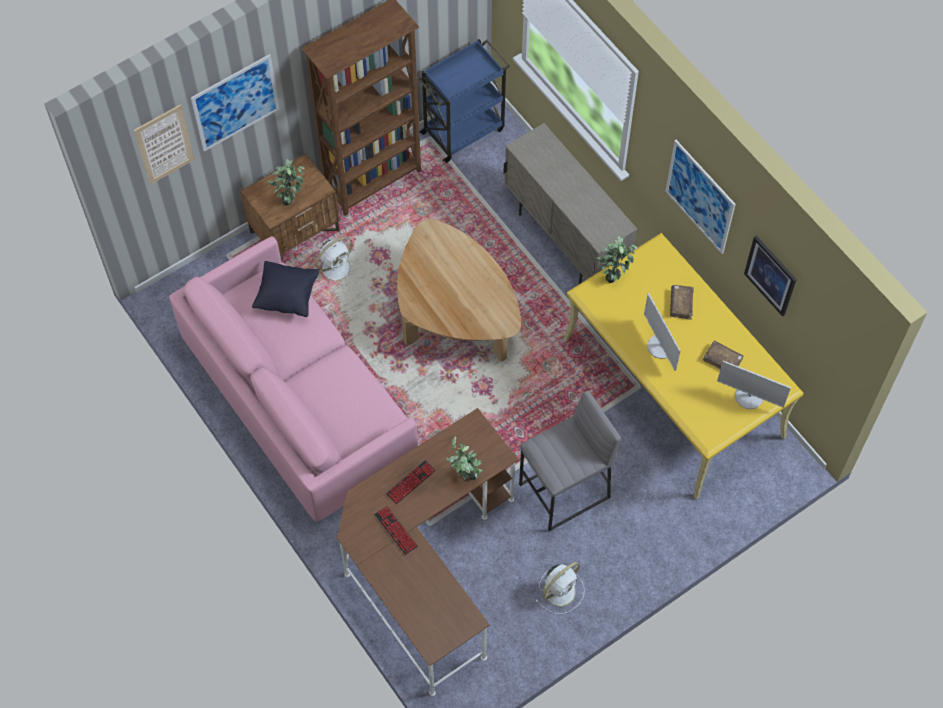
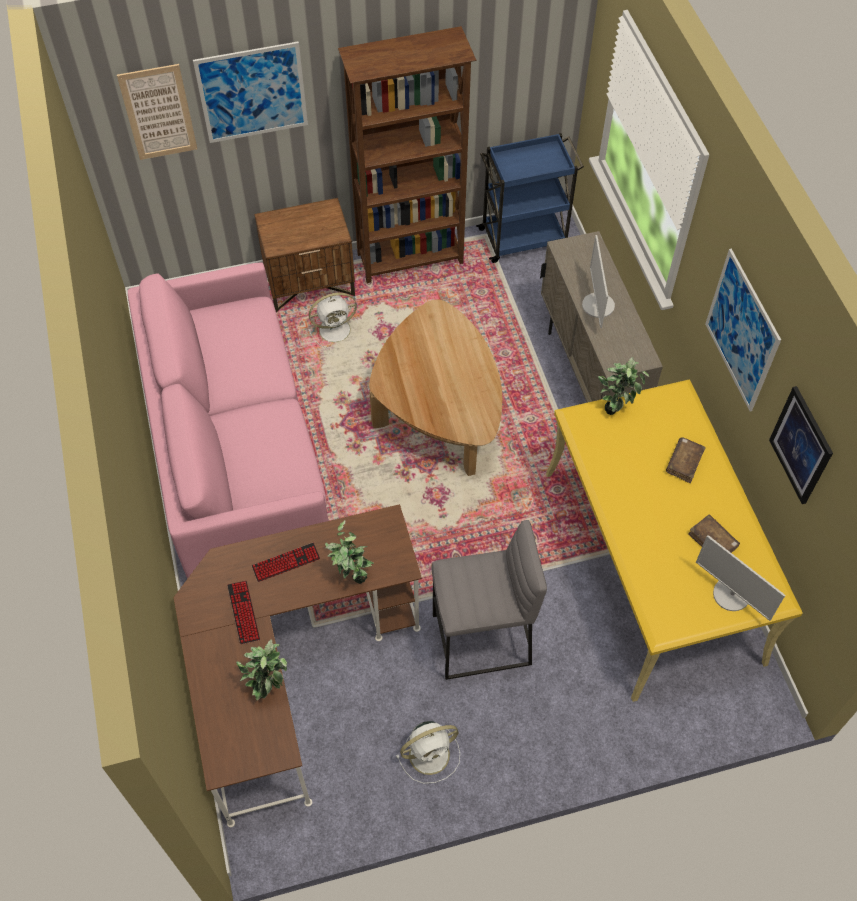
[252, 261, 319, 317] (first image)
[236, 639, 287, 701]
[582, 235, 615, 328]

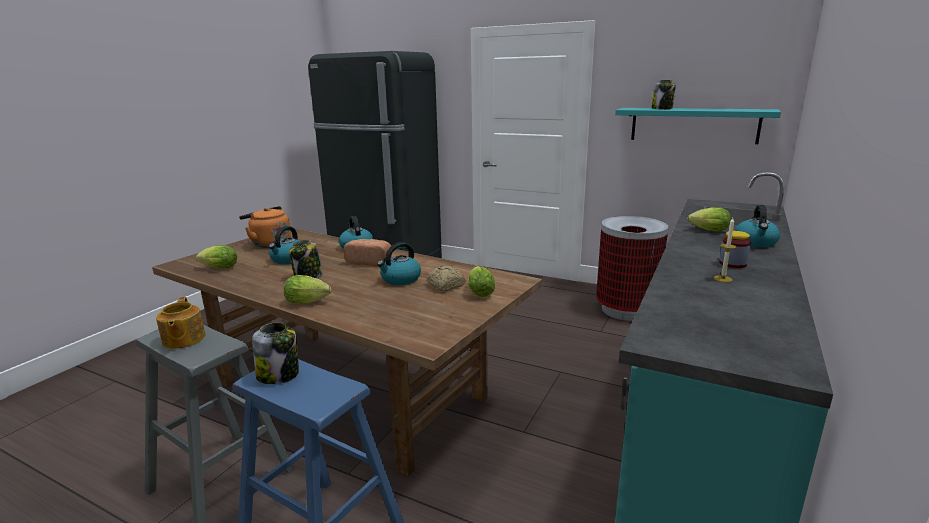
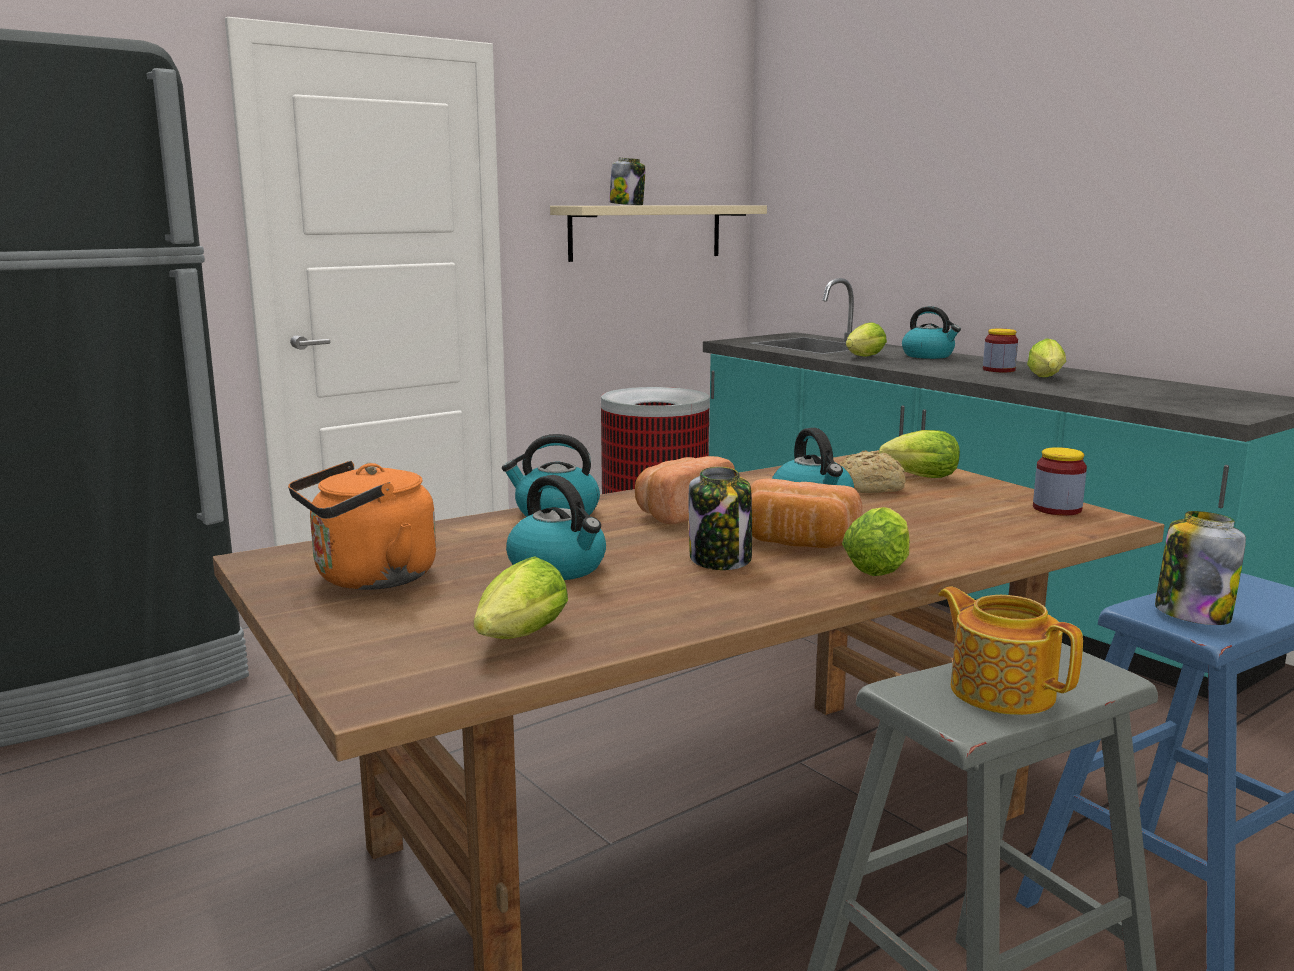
[751, 479, 862, 548]
[1033, 447, 1087, 516]
[1027, 338, 1066, 377]
[550, 205, 767, 262]
[938, 586, 1083, 715]

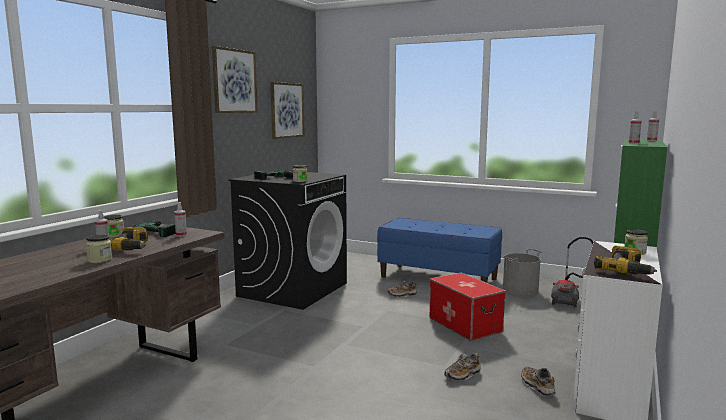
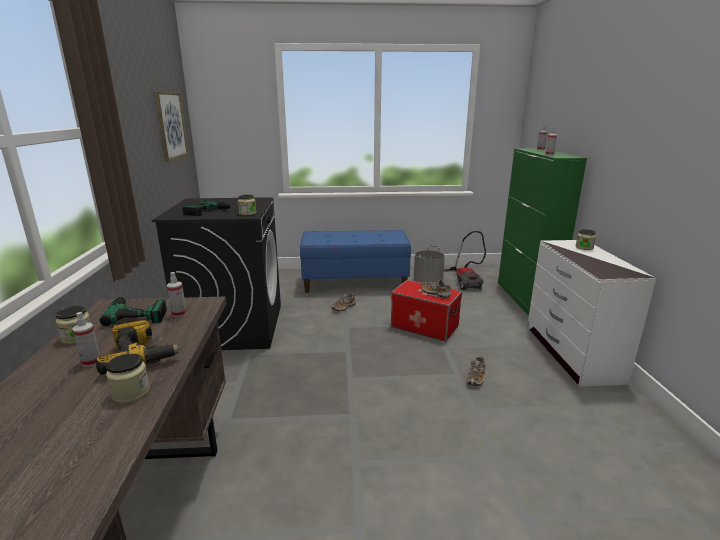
[212, 46, 258, 113] (first image)
[594, 246, 657, 275] (first image)
[421, 280, 451, 299]

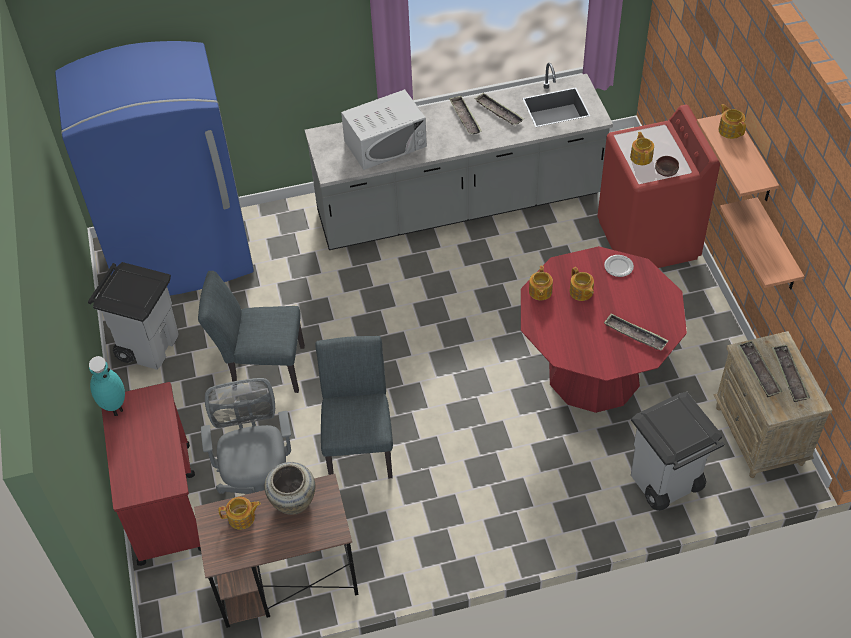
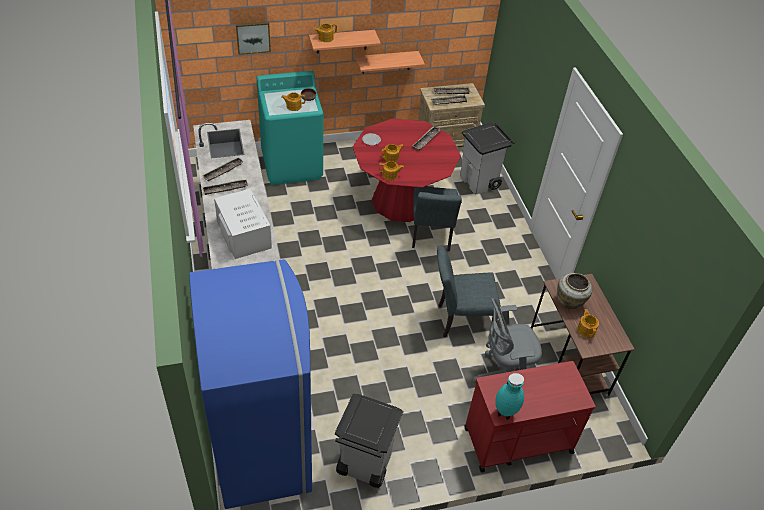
[236, 21, 271, 55]
[412, 187, 462, 251]
[256, 71, 323, 185]

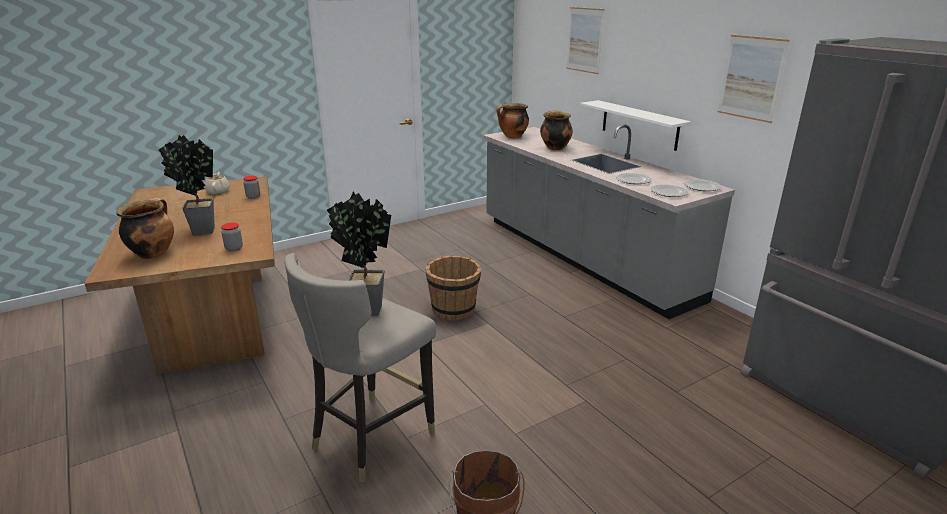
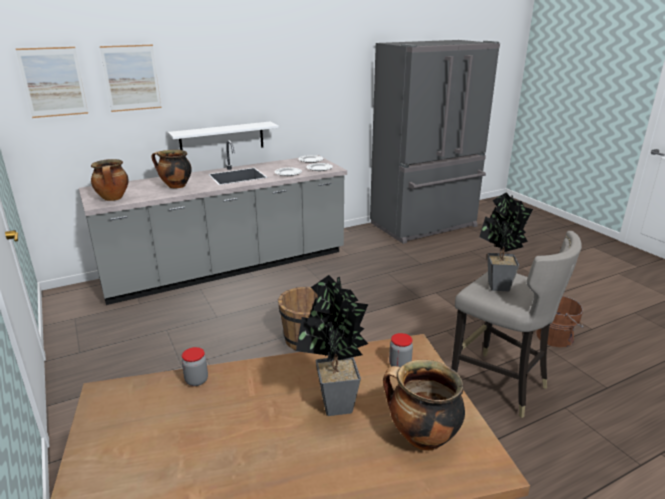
[205, 172, 230, 194] (first image)
[16, 47, 88, 118]

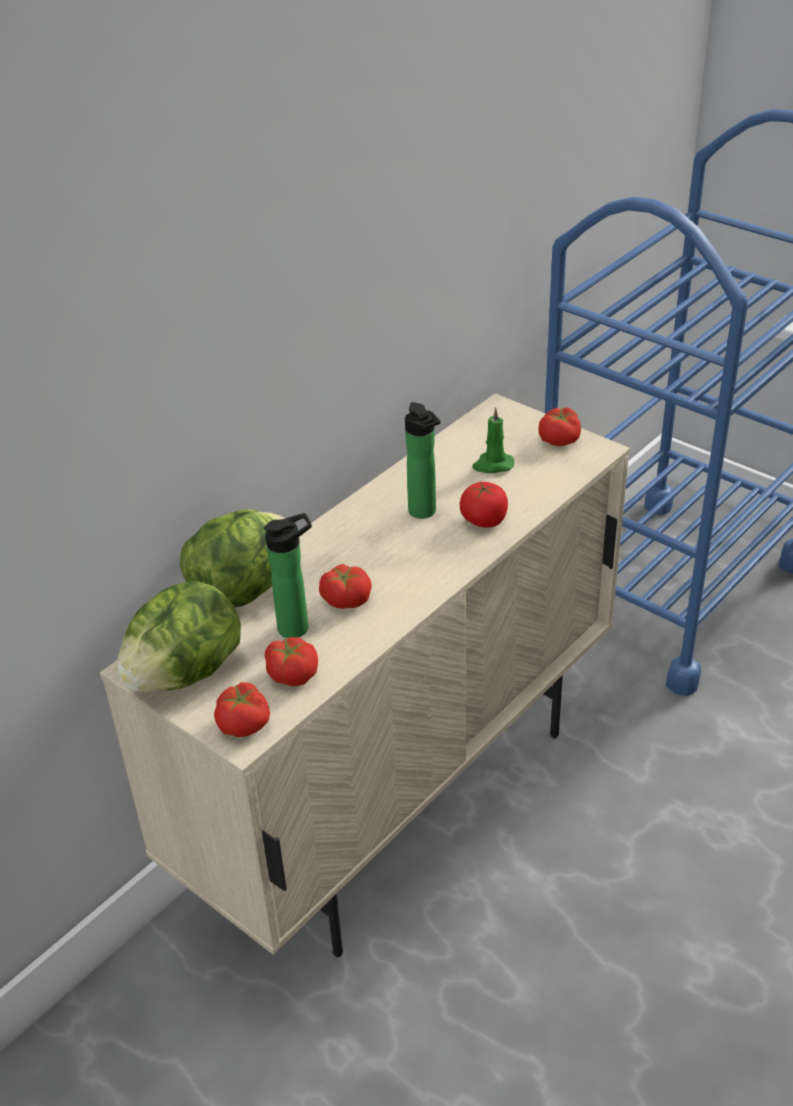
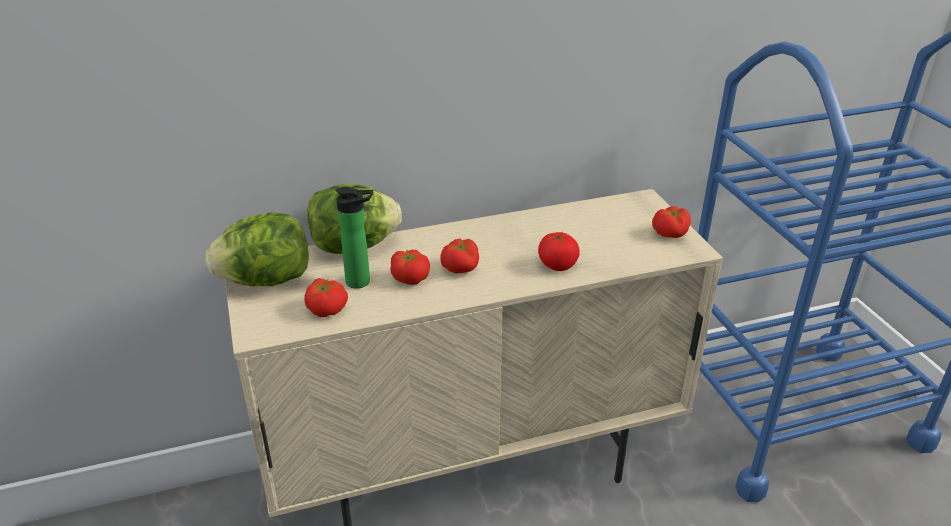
[405, 402, 440, 519] (first image)
[472, 407, 514, 473] (first image)
[440, 239, 479, 273]

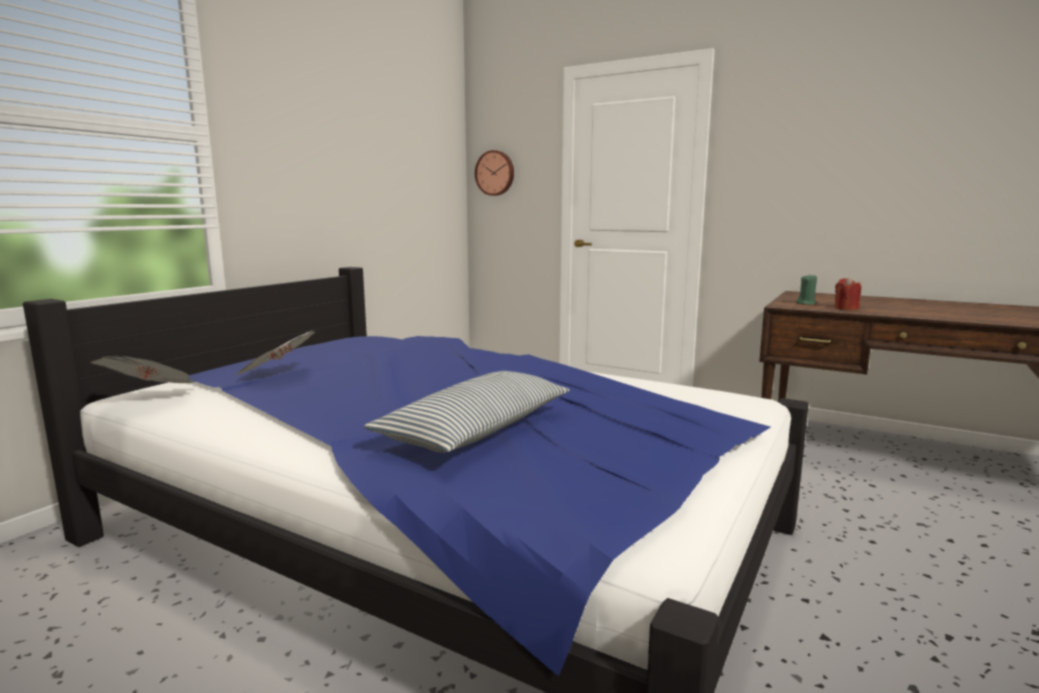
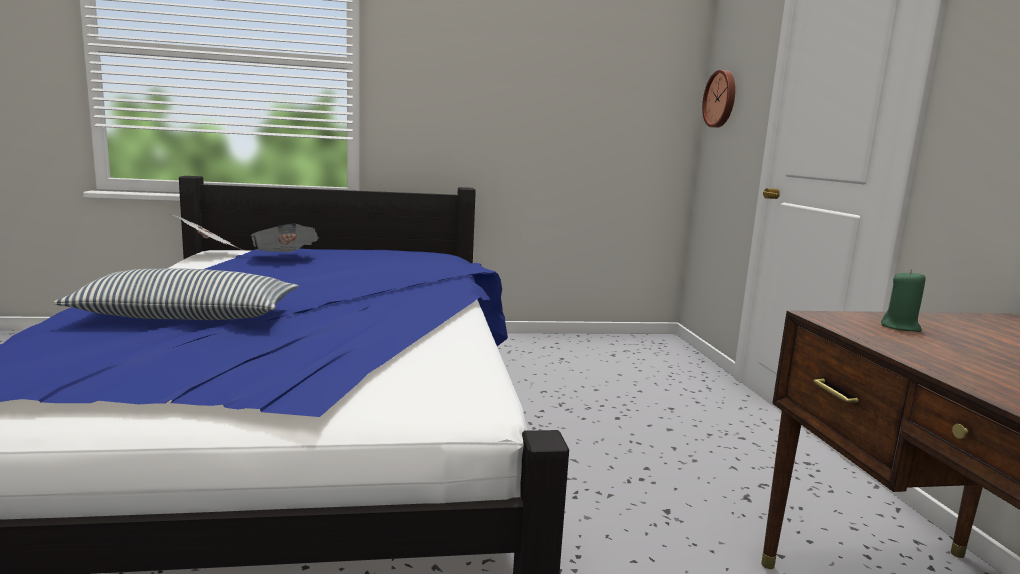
[834, 277, 861, 310] (first image)

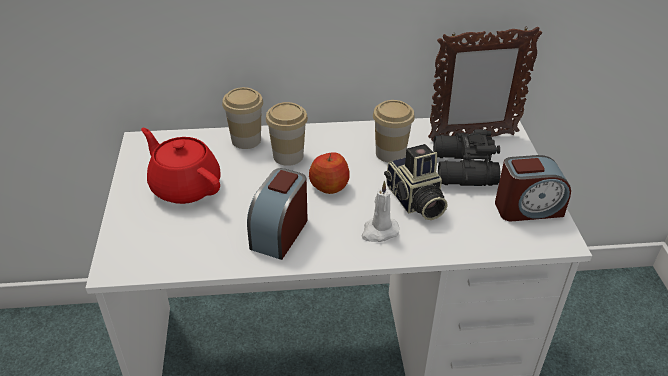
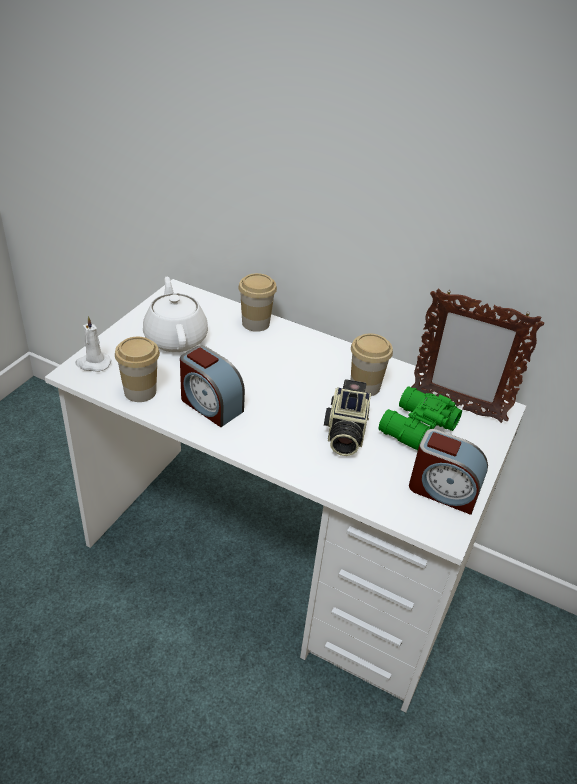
[309, 152, 350, 194] (first image)
[115, 337, 160, 402]
[75, 316, 112, 372]
[143, 277, 208, 352]
[379, 387, 462, 450]
[180, 346, 245, 427]

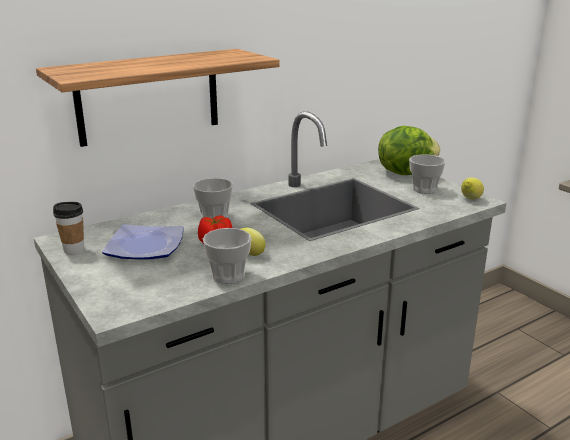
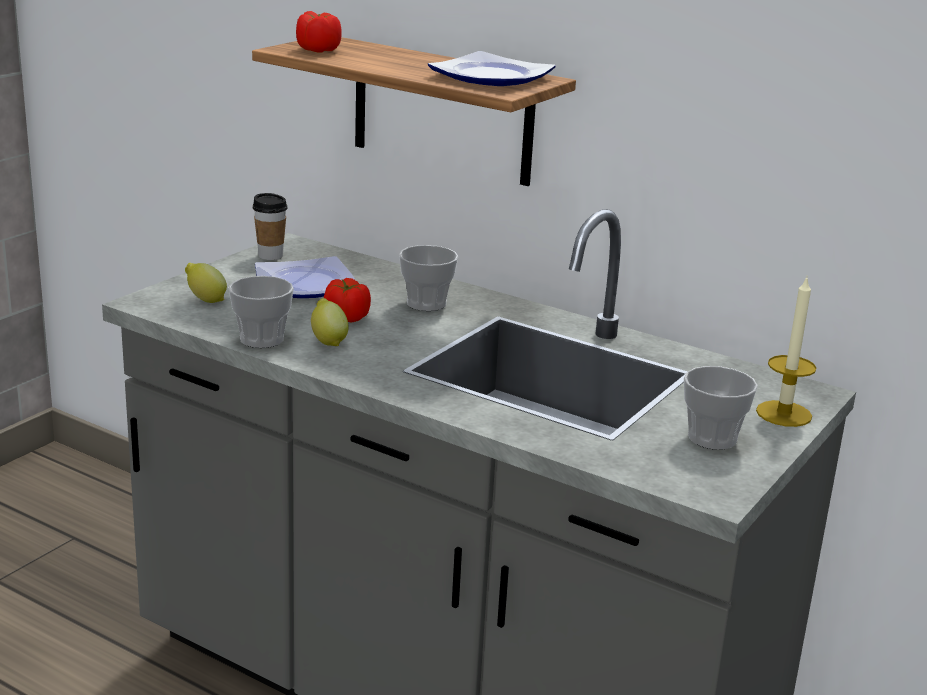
[296, 11, 342, 53]
[428, 51, 556, 86]
[185, 263, 227, 303]
[756, 277, 816, 427]

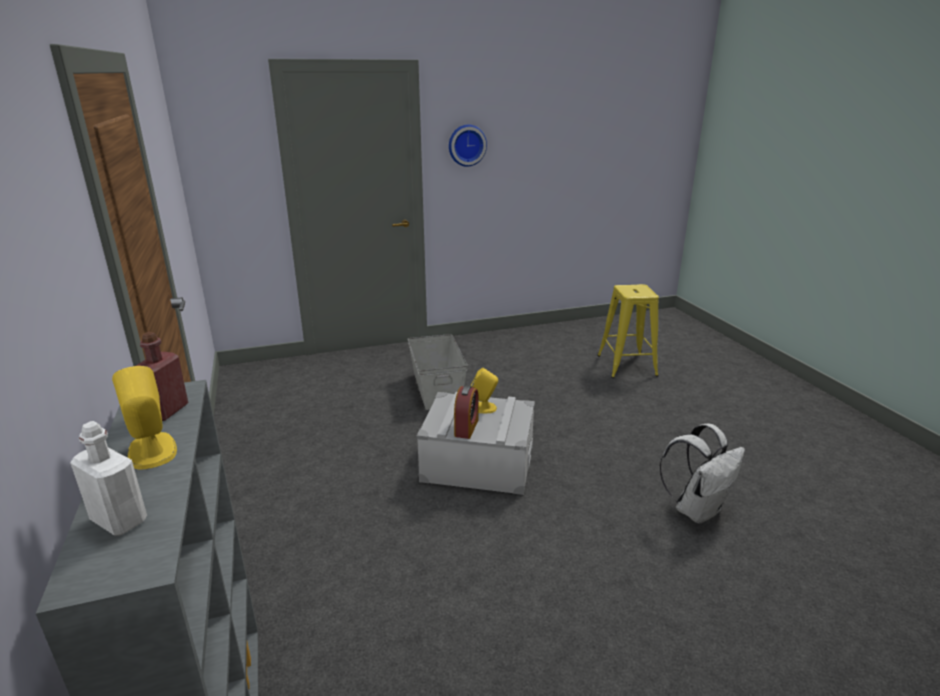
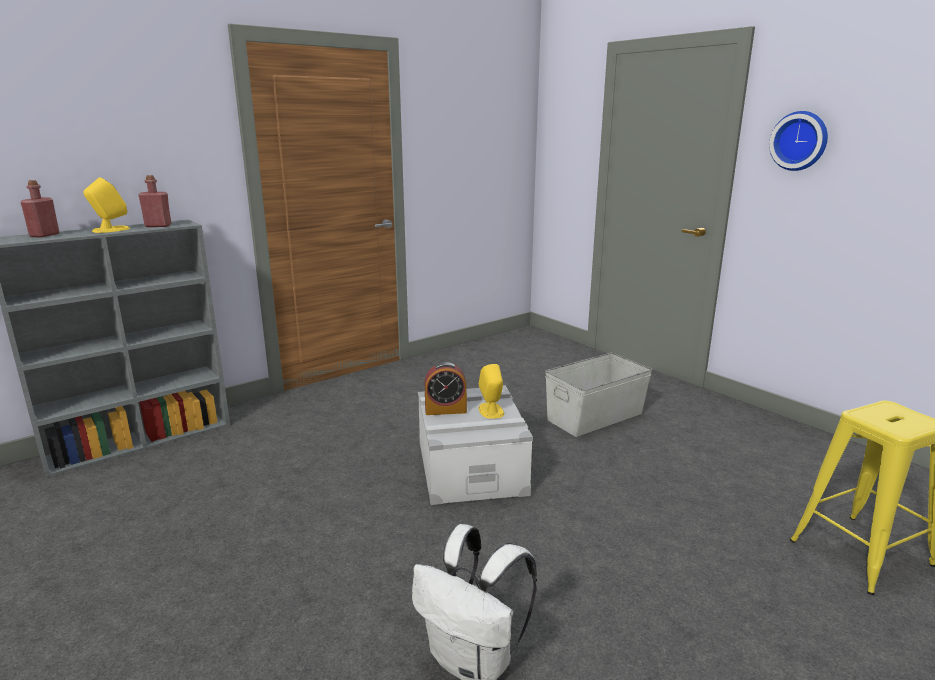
[21, 180, 59, 237]

